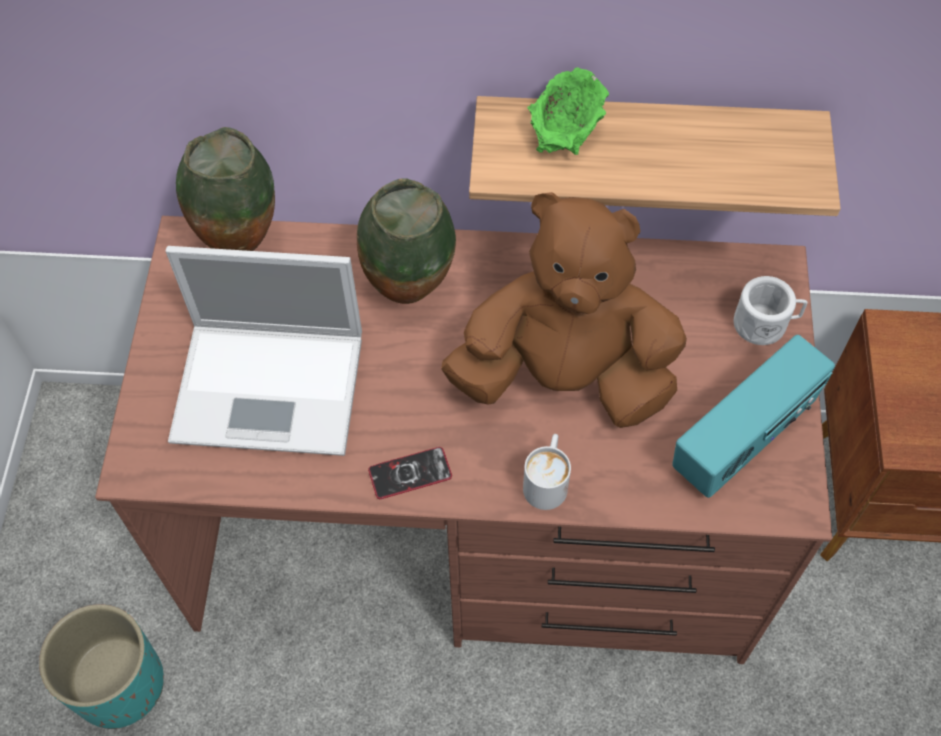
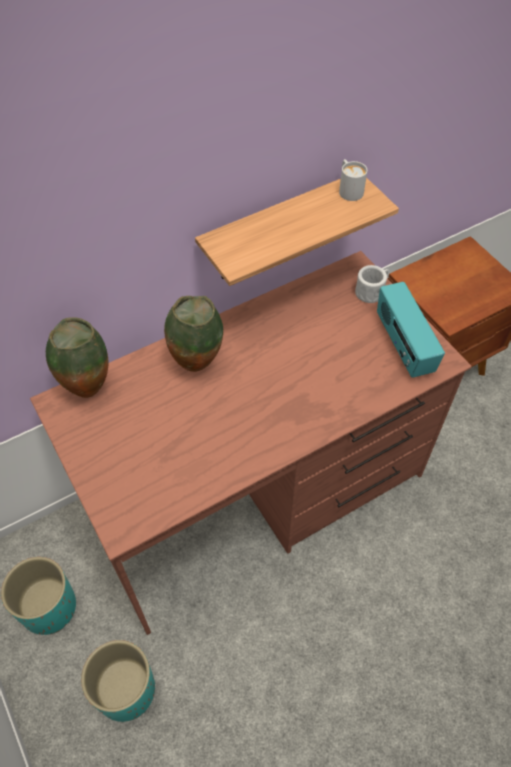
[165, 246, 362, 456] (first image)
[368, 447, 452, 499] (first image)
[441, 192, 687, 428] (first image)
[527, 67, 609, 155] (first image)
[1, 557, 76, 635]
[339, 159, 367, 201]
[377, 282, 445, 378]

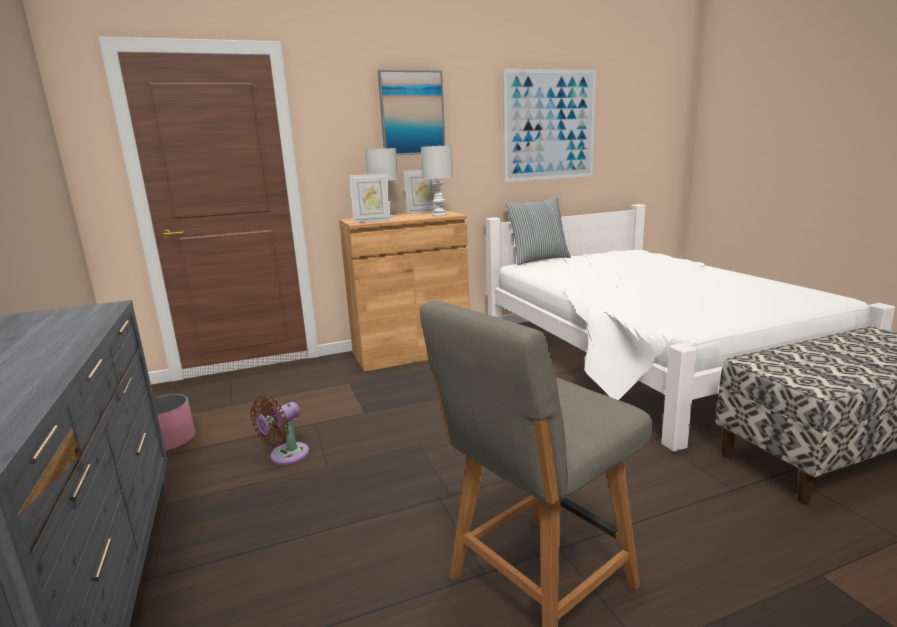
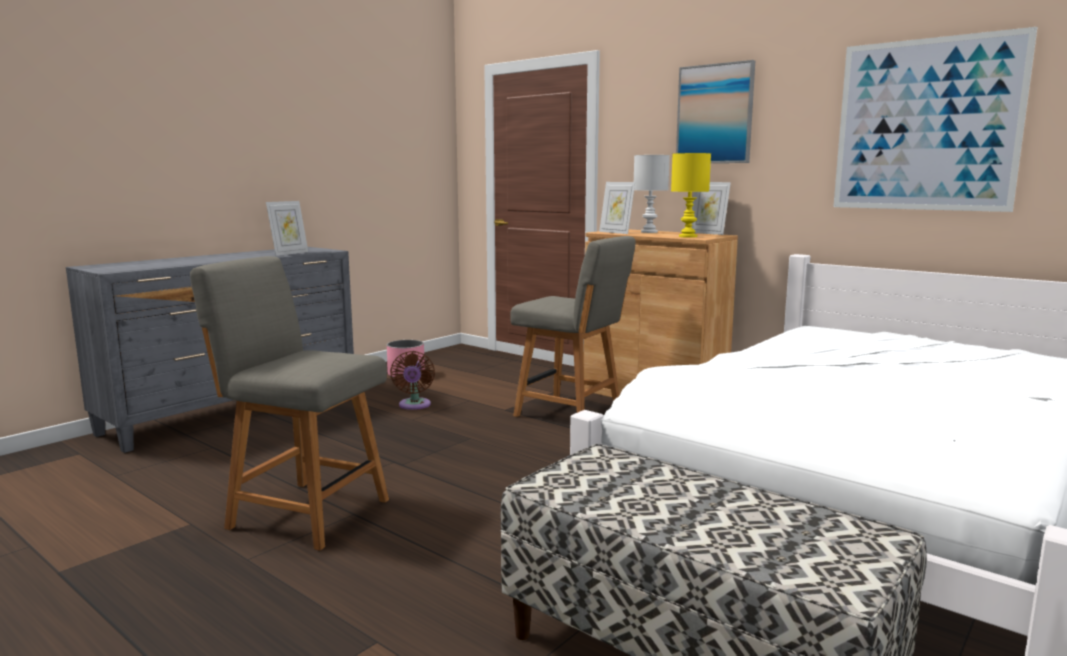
[505, 197, 571, 265] (first image)
[266, 201, 308, 256]
[511, 236, 635, 417]
[671, 153, 711, 238]
[390, 351, 435, 410]

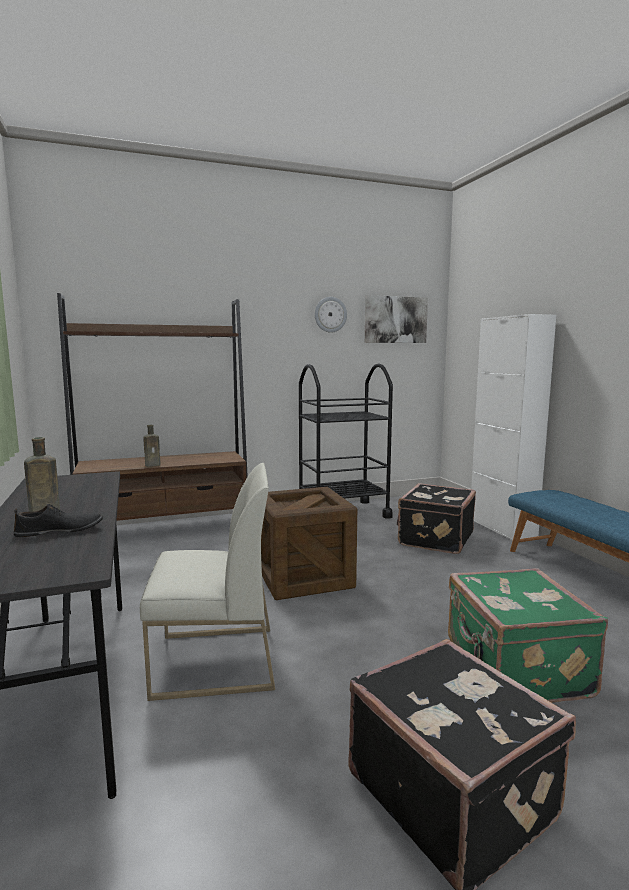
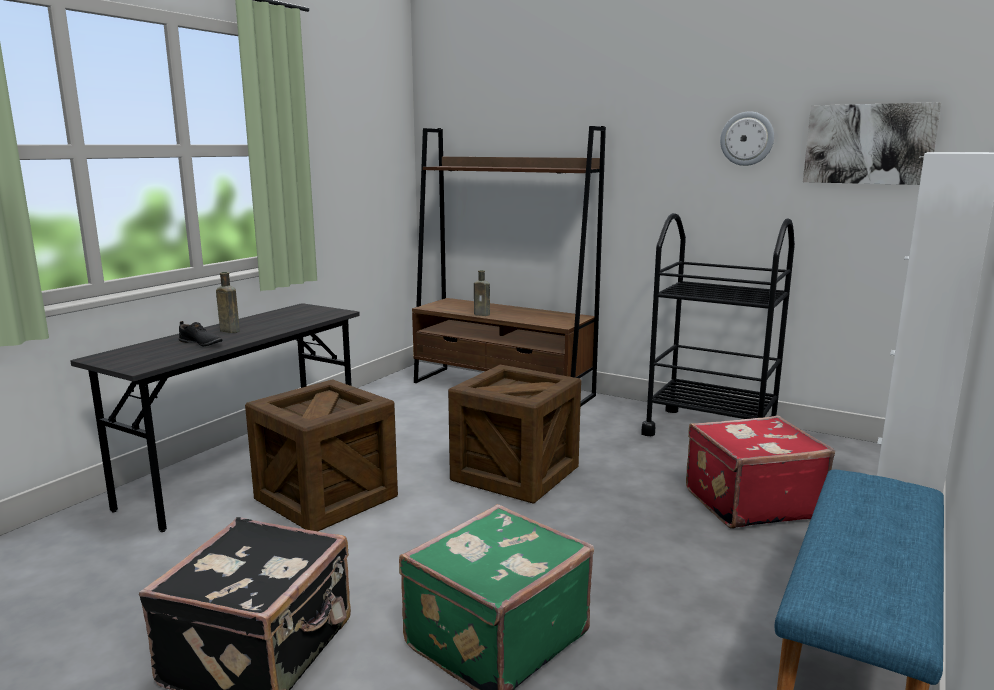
[245, 379, 398, 531]
[686, 415, 835, 529]

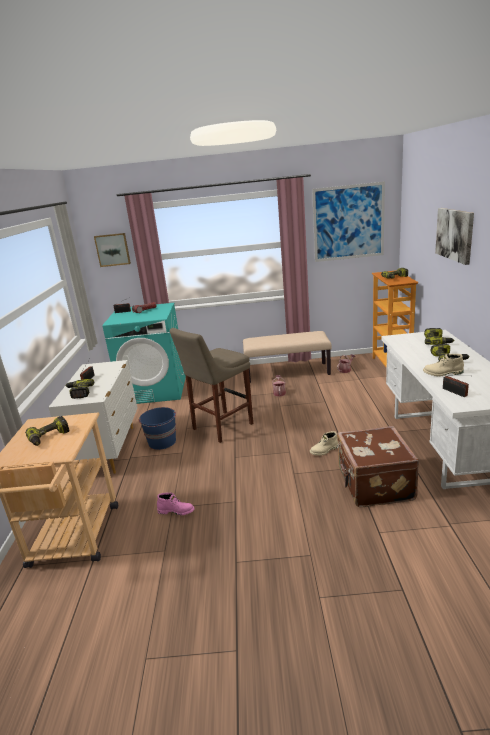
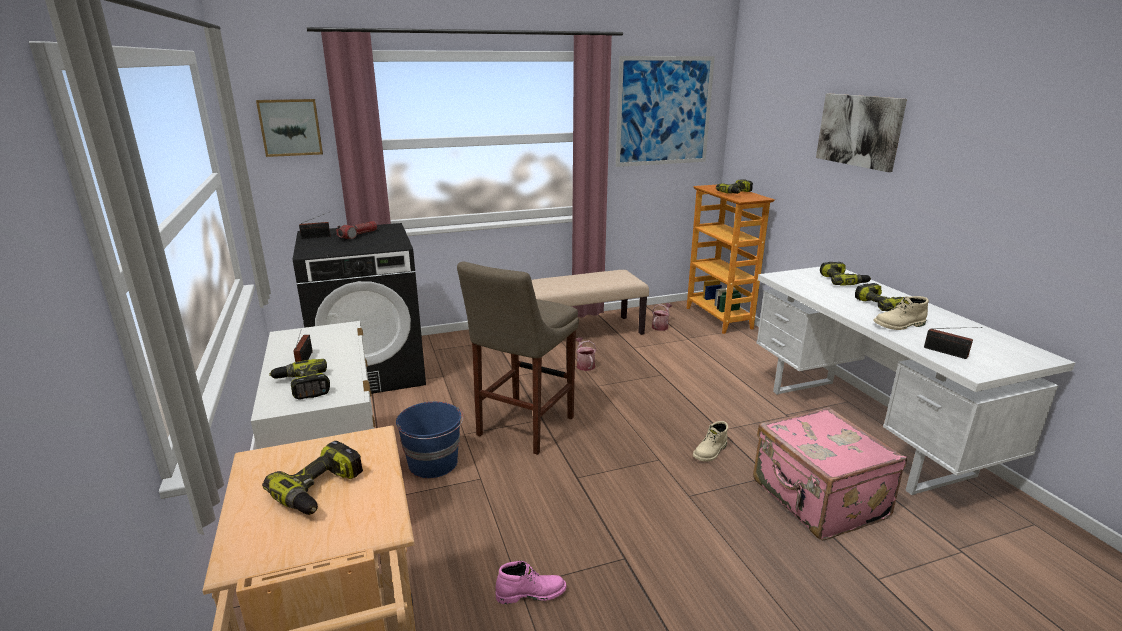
[293, 223, 426, 394]
[753, 407, 907, 540]

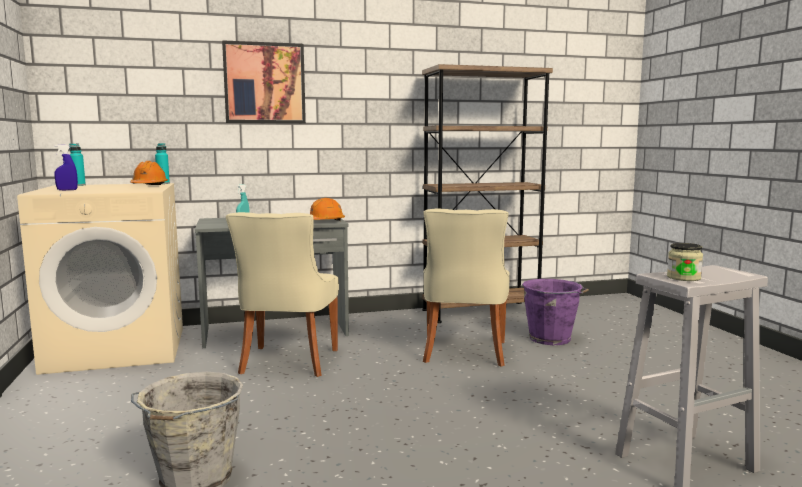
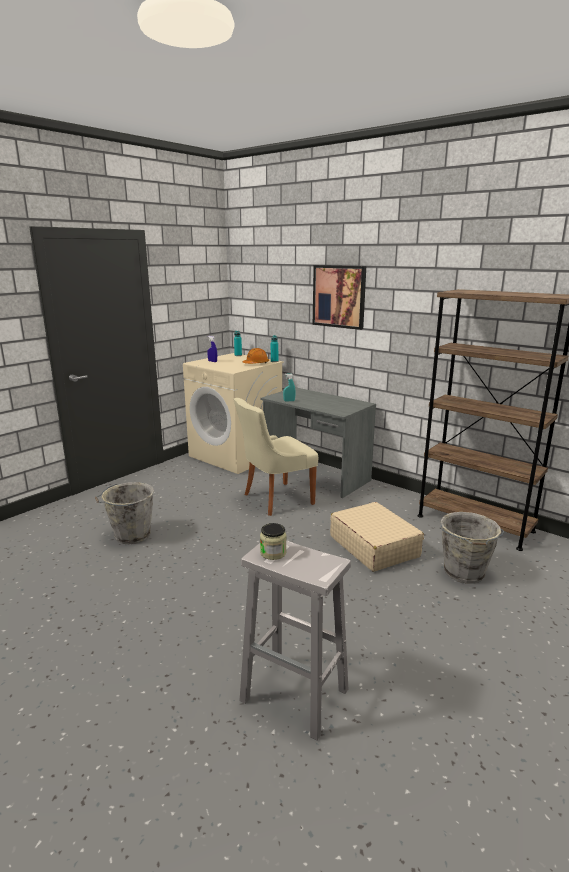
[310, 198, 345, 221] (first image)
[330, 502, 424, 572]
[440, 512, 504, 584]

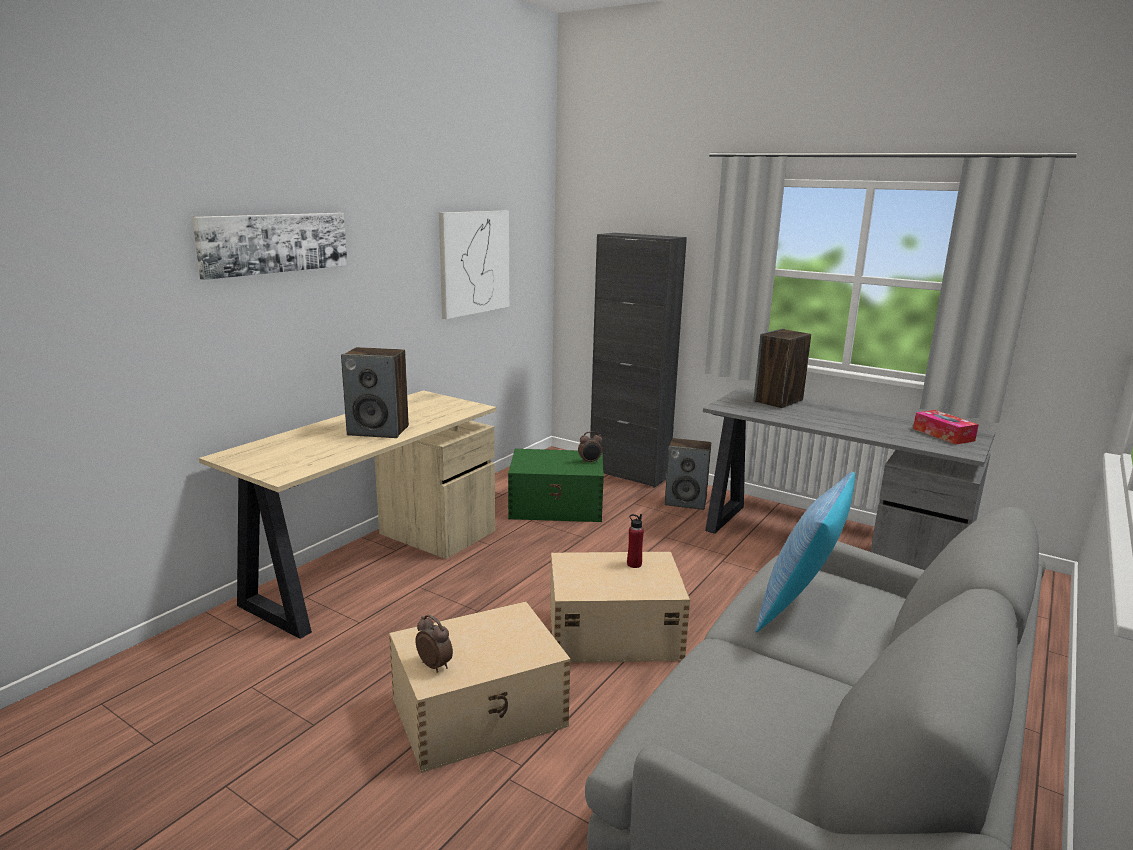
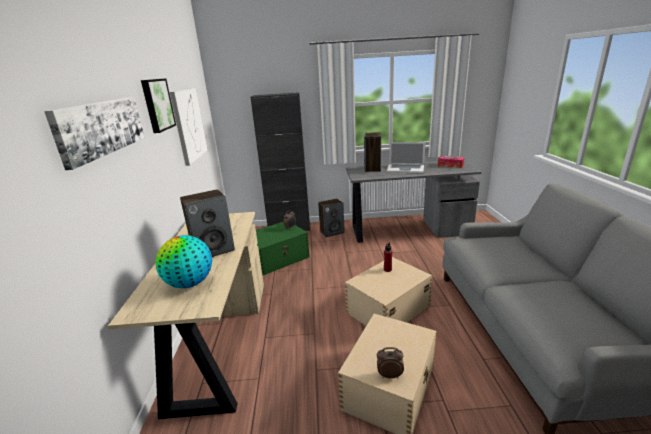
[755, 471, 855, 633] (first image)
[141, 78, 176, 133]
[155, 235, 212, 288]
[386, 142, 425, 173]

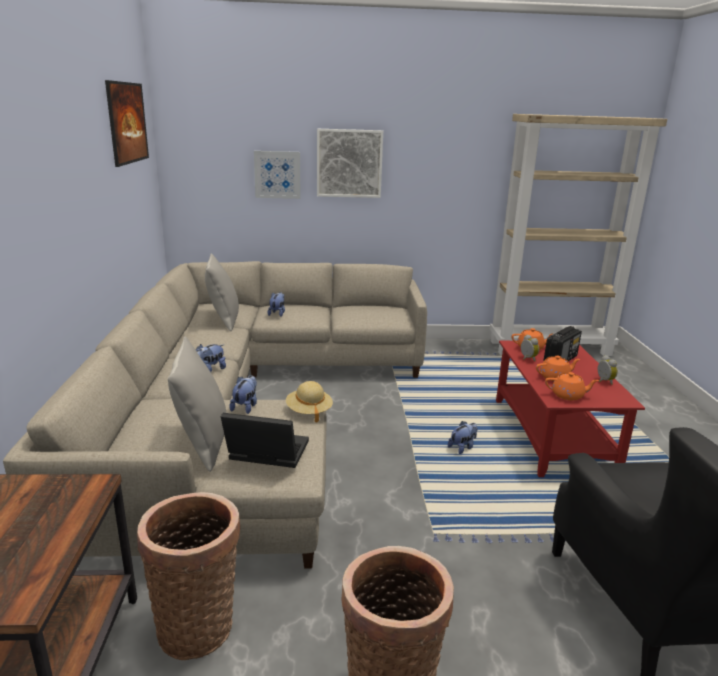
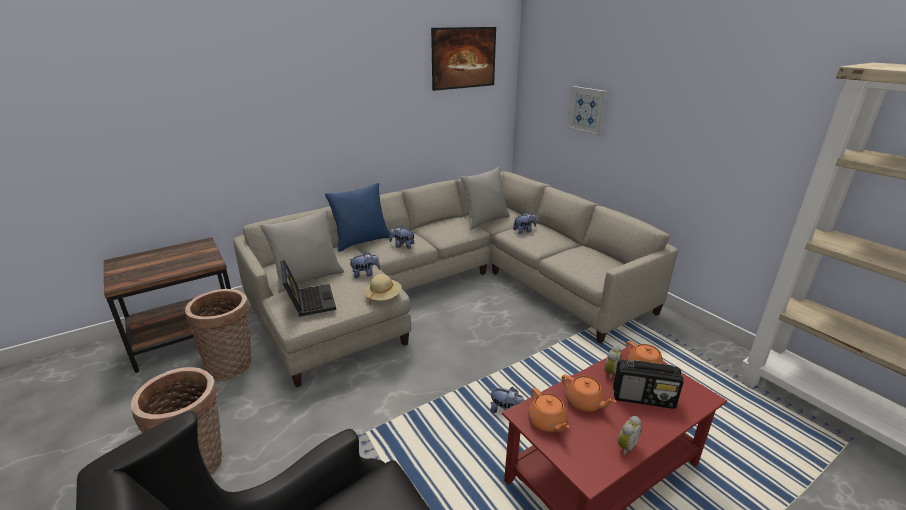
[317, 129, 383, 198] (first image)
[325, 183, 390, 252]

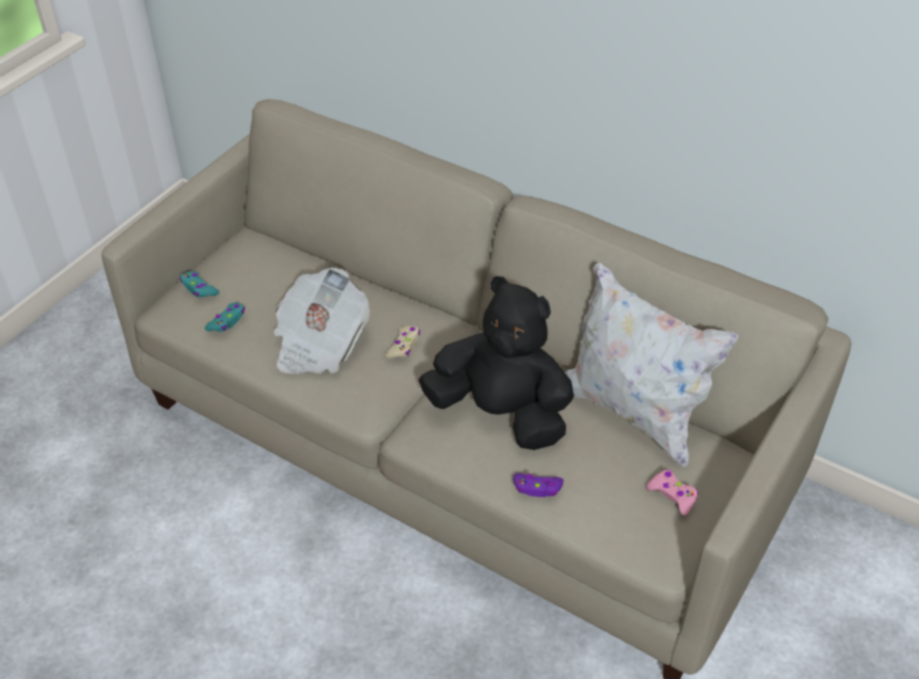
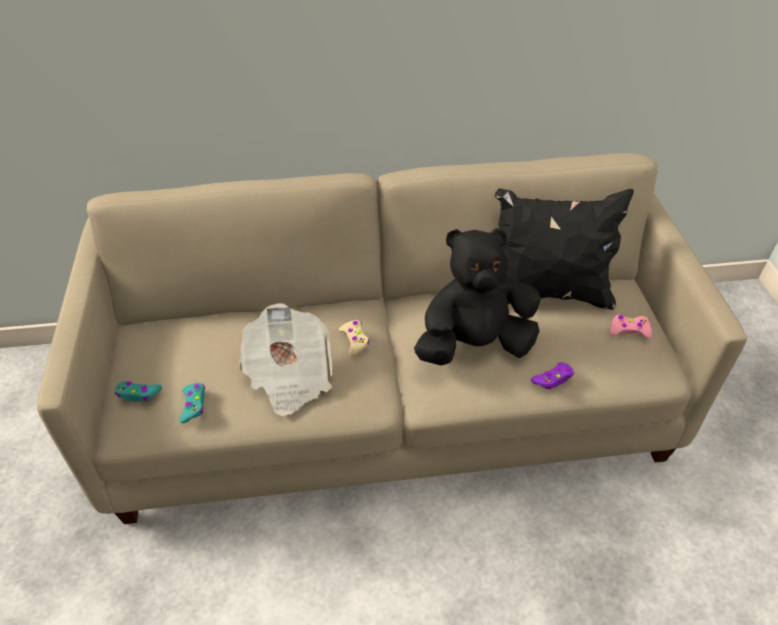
[495, 188, 634, 310]

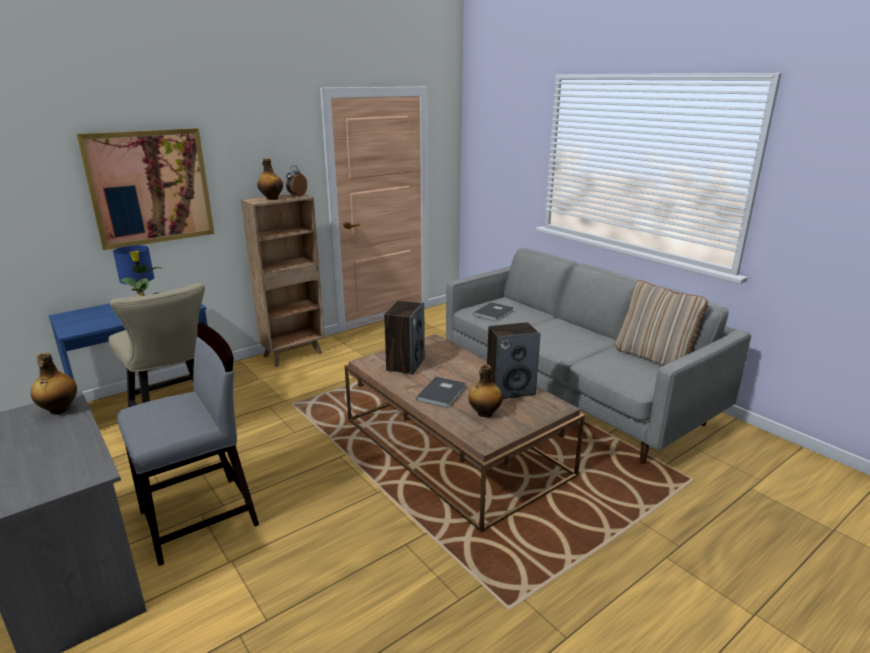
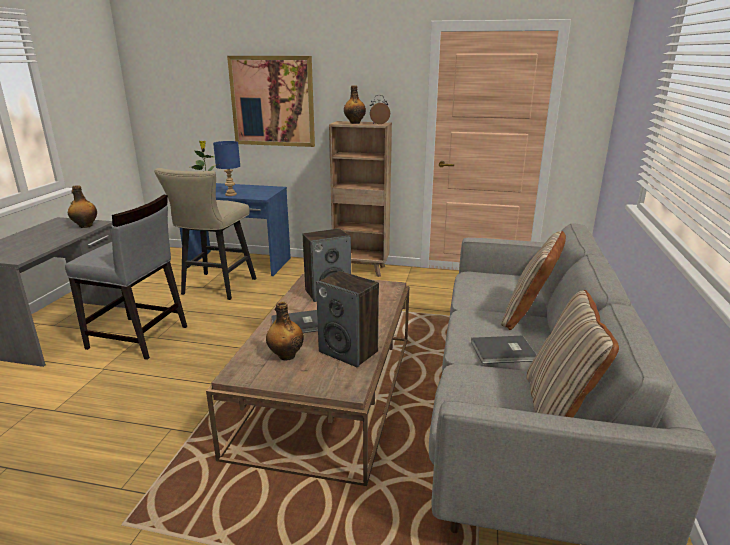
[501, 231, 566, 330]
[471, 336, 536, 364]

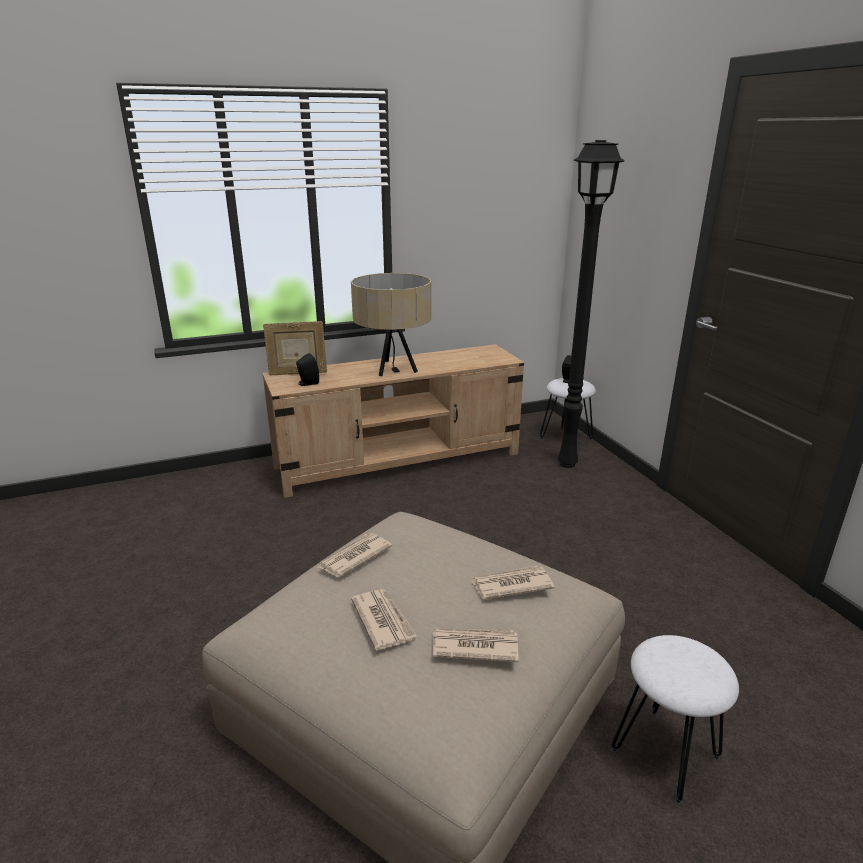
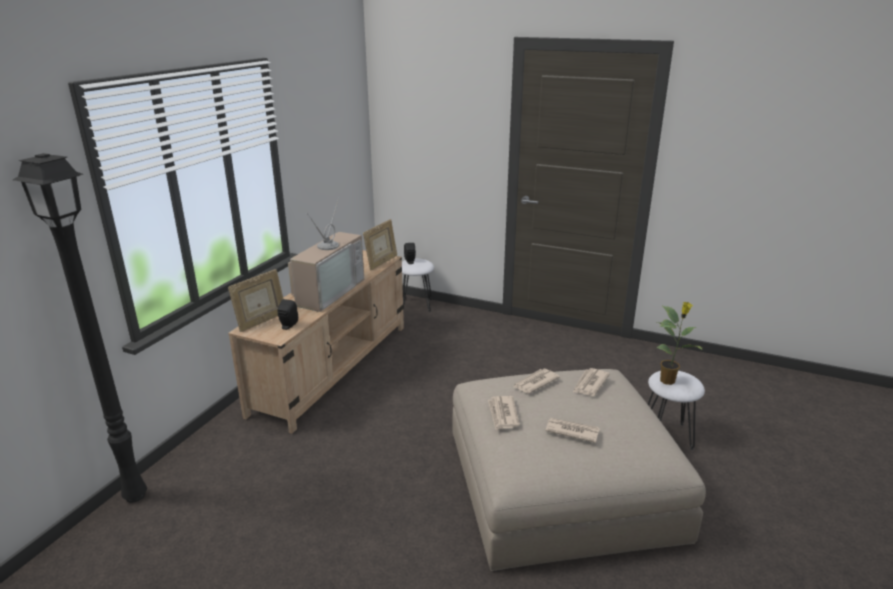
[363, 219, 397, 271]
[656, 302, 703, 385]
[513, 369, 560, 394]
[13, 153, 147, 503]
[288, 198, 364, 312]

